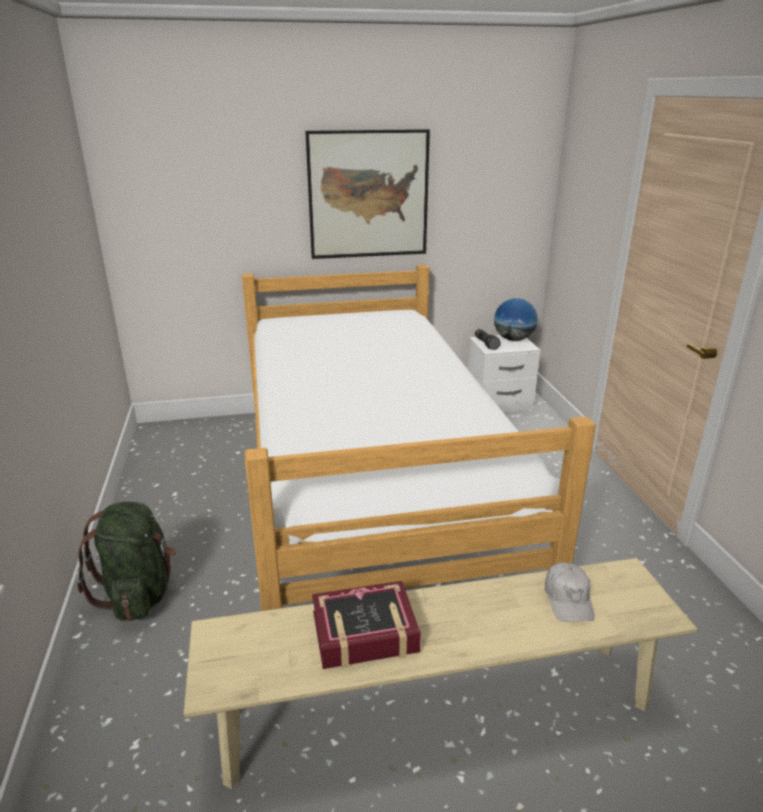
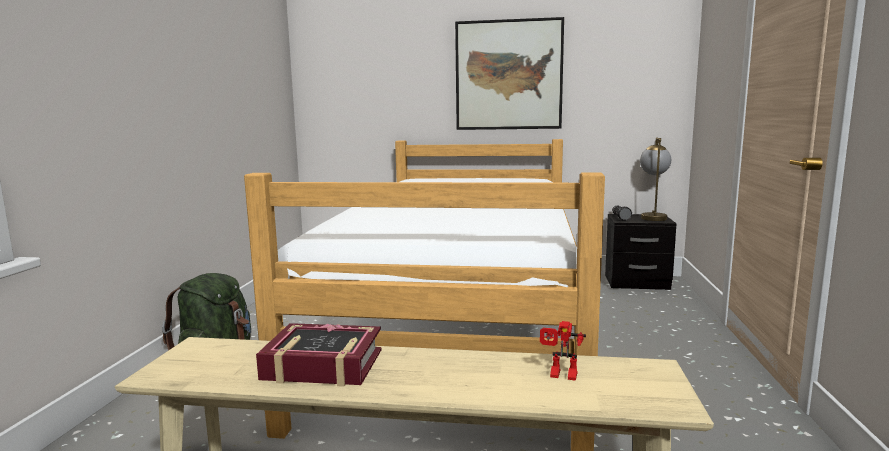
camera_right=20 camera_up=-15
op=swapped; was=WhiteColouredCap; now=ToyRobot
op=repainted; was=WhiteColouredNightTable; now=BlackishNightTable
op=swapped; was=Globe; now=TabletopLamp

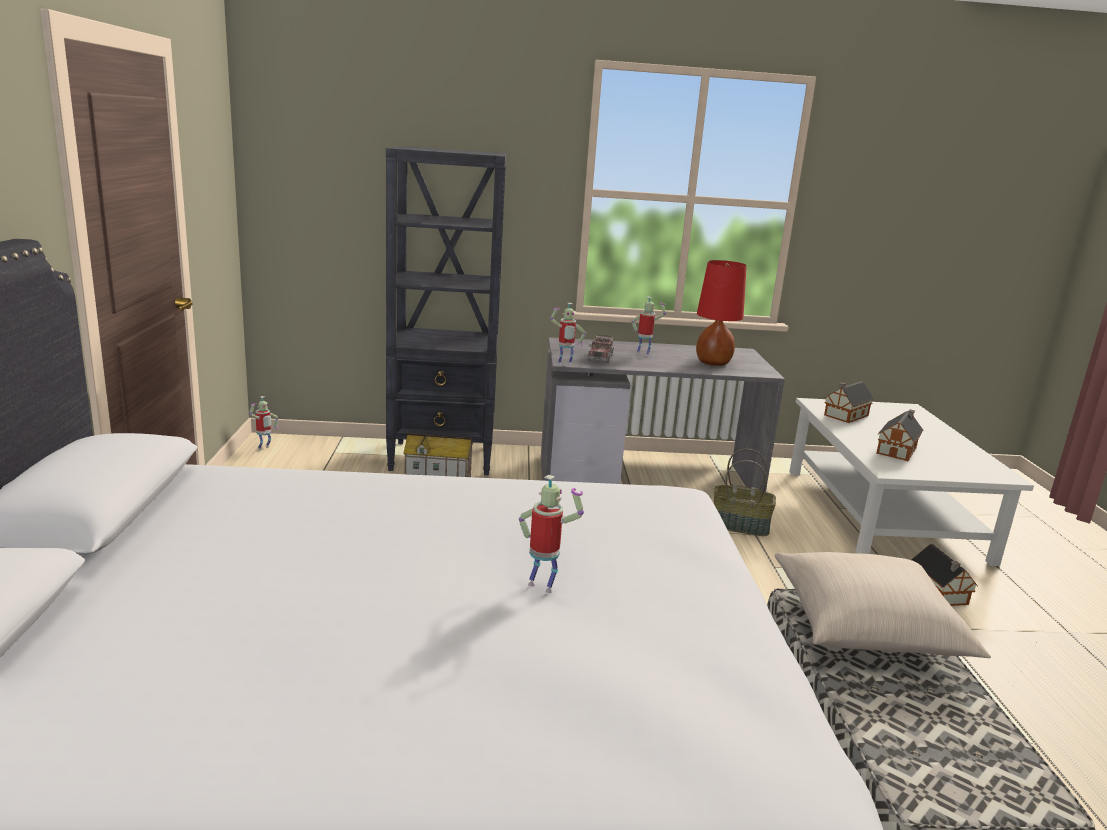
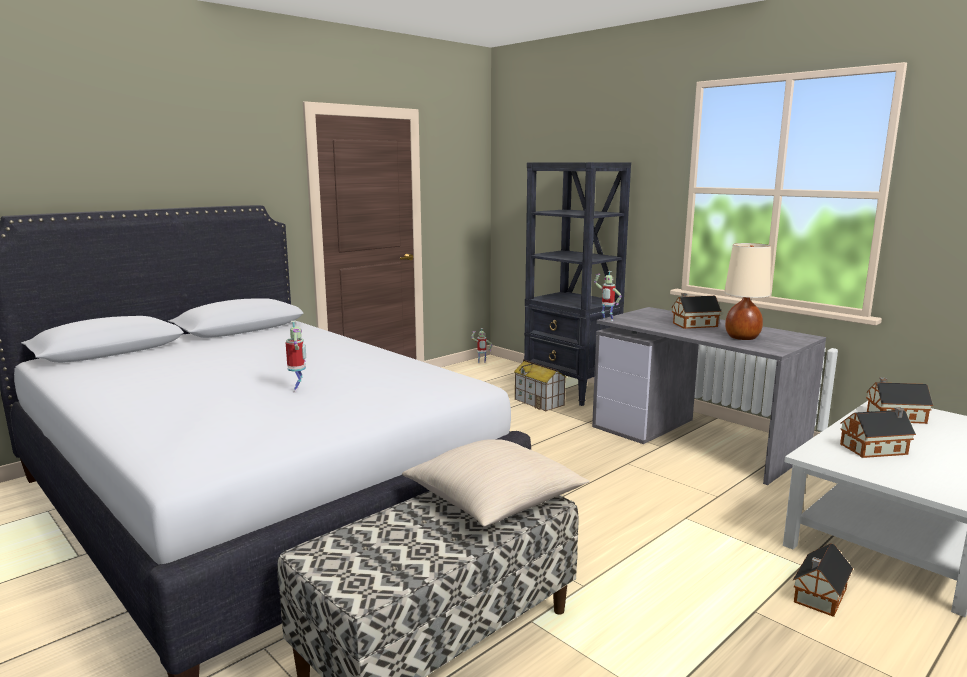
camera_right=50 camera_up=-5
op=swapped; was=ToyRobot (no. 4 from left); now=ToyHouse (no. 2 from left)
op=repainted; was=RedTabletopLamp; now=SandColouredTabletopLamp
op=gone; was=ToyTruck
op=gone; was=StorageBasket

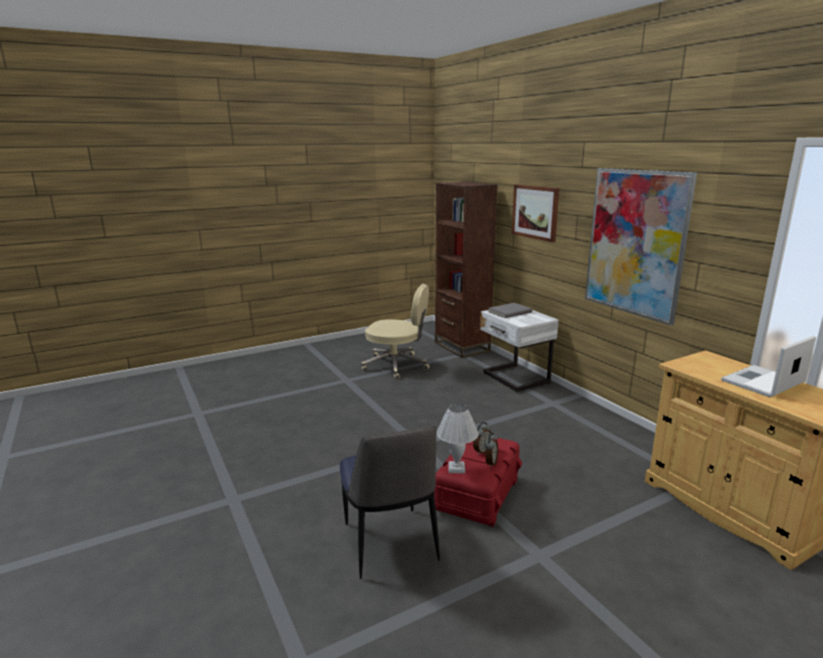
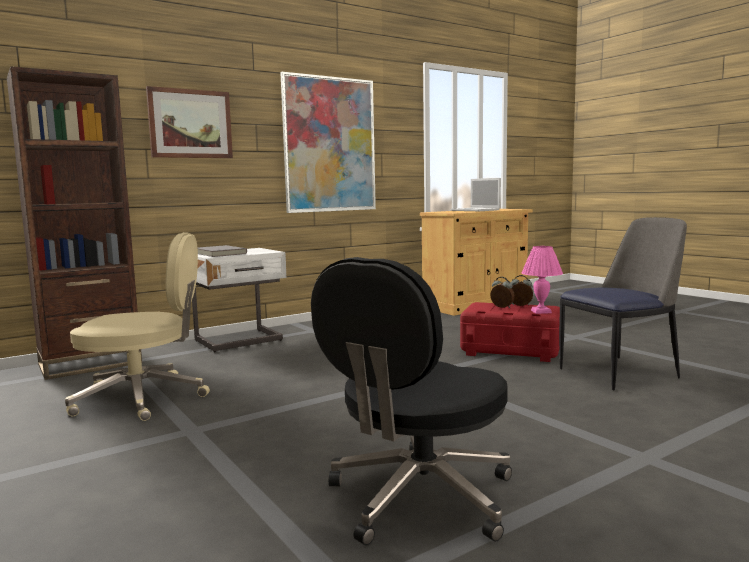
camera_right=-95 camera_up=-10
op=rotated; was=SandColouredComputerChair; clockwise=75
op=new; now=BlackishComputerChair
op=repainted; was=WhiteColouredTabletopLamp; now=PinkishTabletopLamp

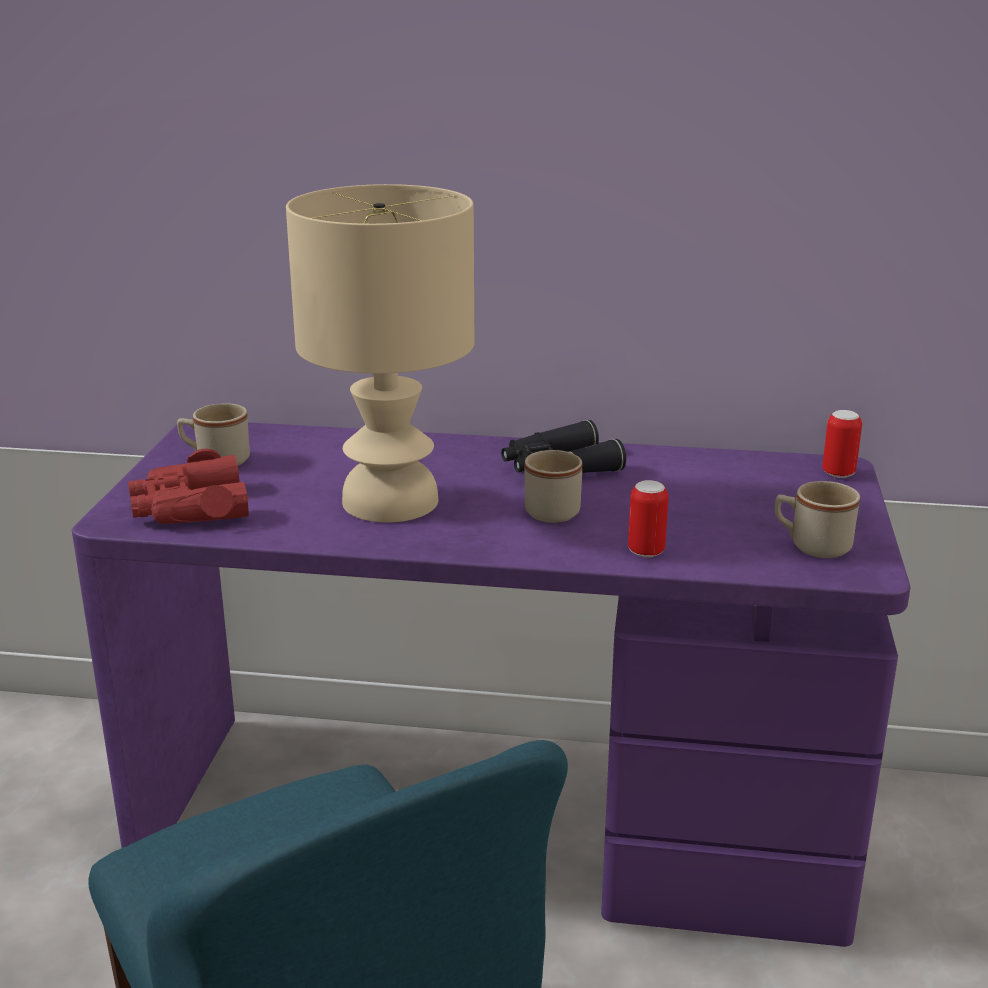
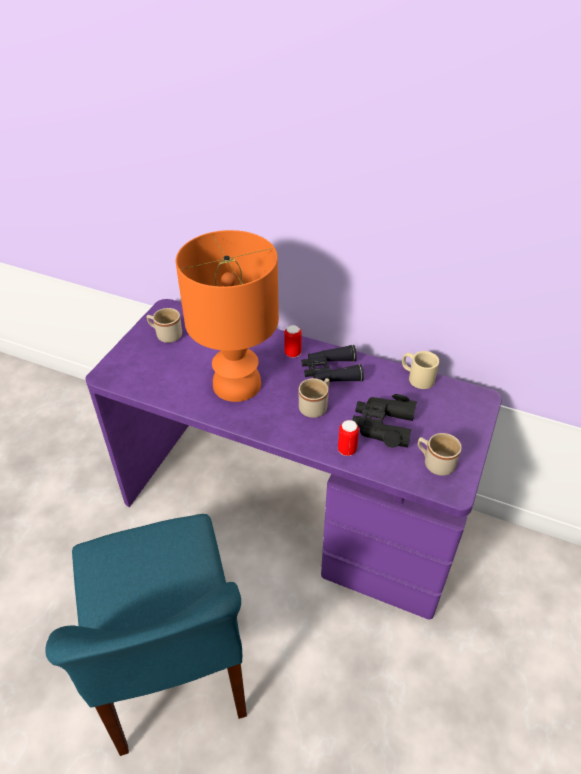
camera_right=15 camera_up=20
op=repainted; was=SandColouredTabletopLamp; now=OrangeColouredTabletopLamp
op=shifted; was=SealedCan (no. 2 from left in the first image); now=SealedCan (no. 1 from left)
op=new; now=BlackishBinoculars (no. 2 from left)
op=new; now=SandColouredCoffeeMug (no. 3 from left)
op=gone; was=RedBinoculars

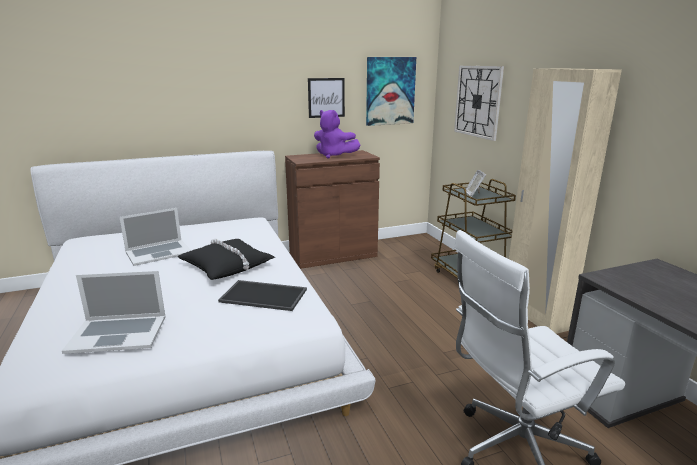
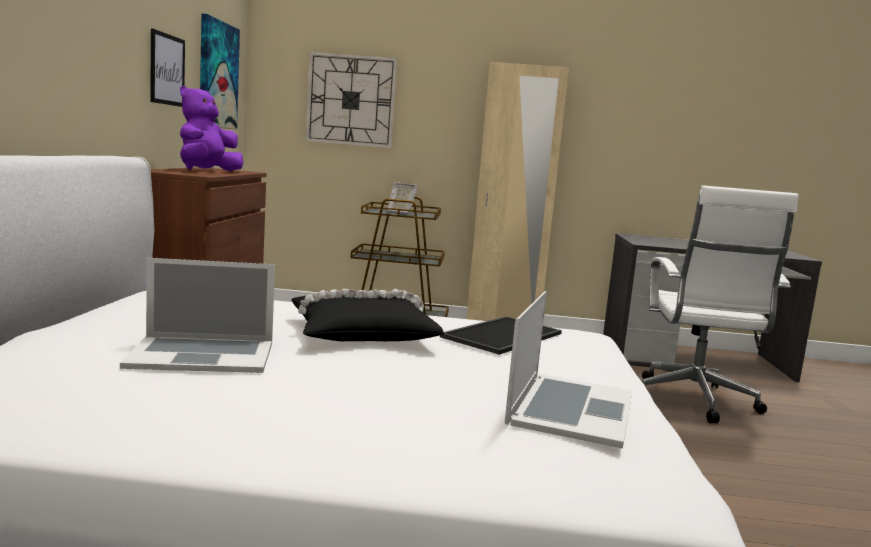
camera_right=-65 camera_up=-10
op=rotated; was=Laptop (no. 2 from left in the first image); clockwise=90
op=rotated; was=PurpleColouredCuddlyToy; clockwise=150

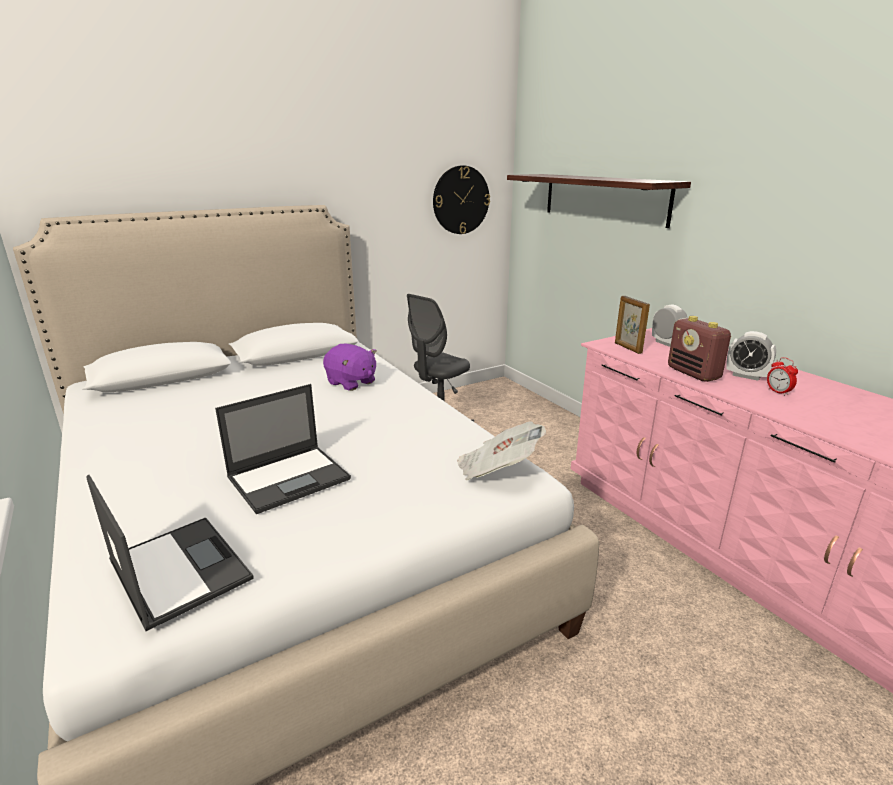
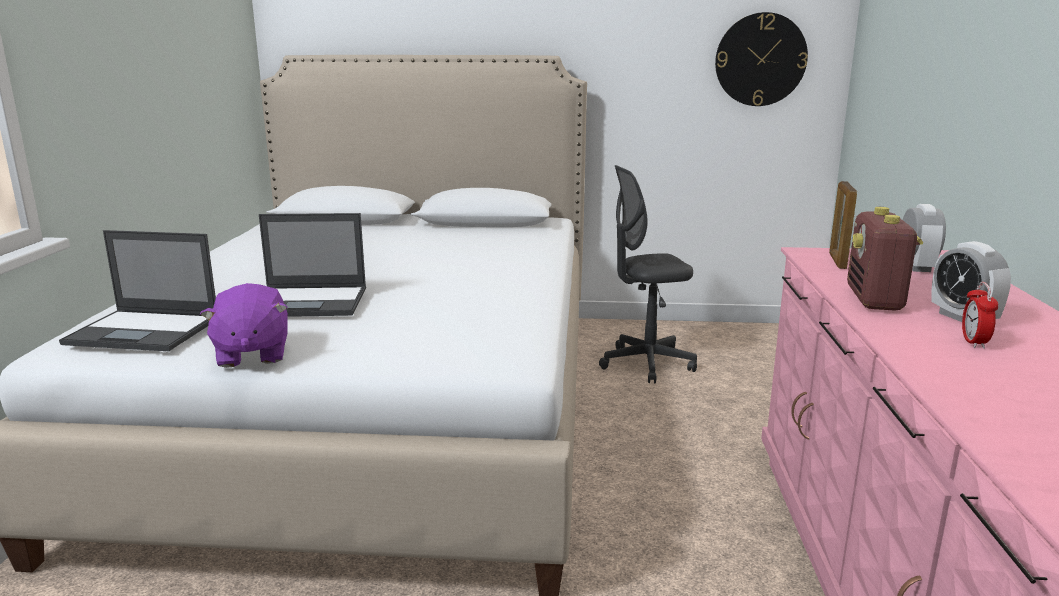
camera_right=35 camera_up=-5
op=rotated; was=Laptop (no. 1 from left); clockwise=105
op=shifted; was=PurpleColouredCuddlyToy
op=gone; was=PrintedPaper
op=gone; was=BracketShelf

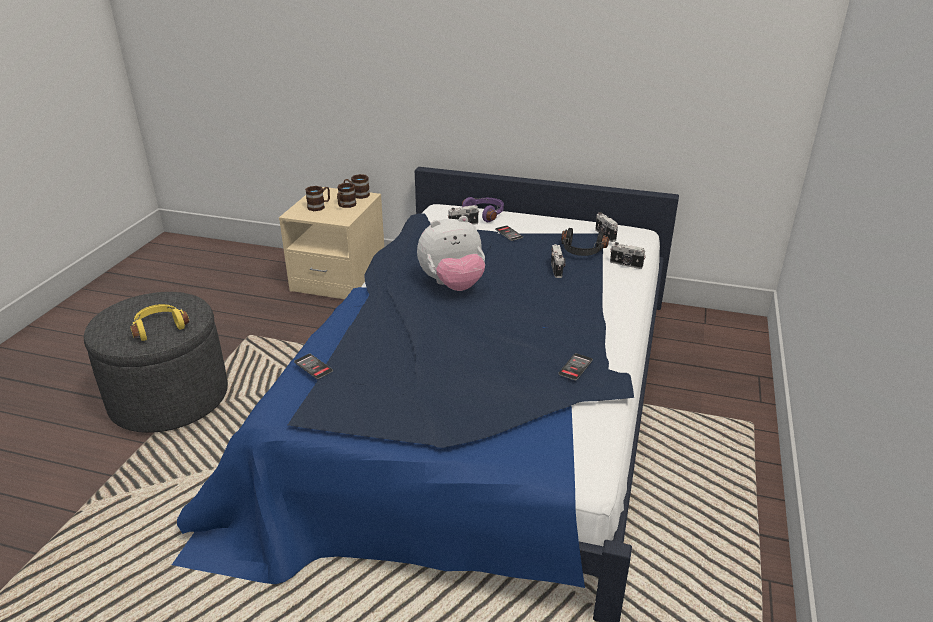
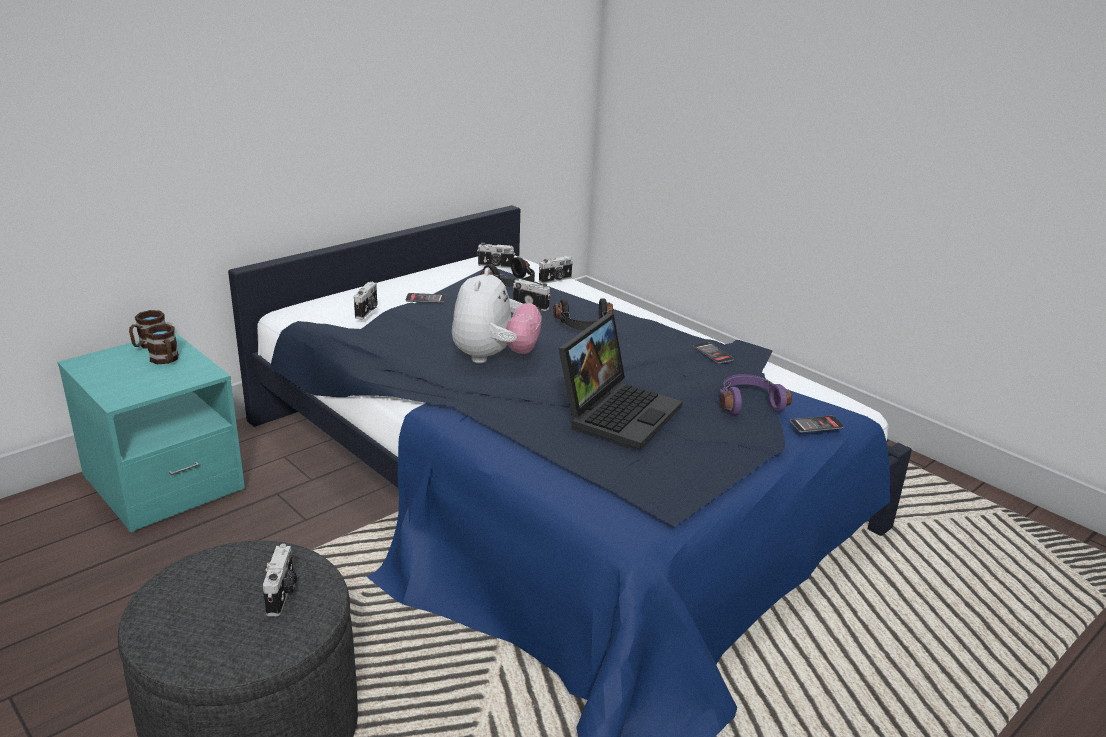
camera_right=-60 camera_up=-5
op=repainted; was=SandColouredNightTable; now=TurquoiseNightTable
op=swapped; was=YellowPairOfHeadphones; now=PhotoCamera (no. 1 from left)
op=new; now=BlackishPairOfHeadphones (no. 2 from left)
op=new; now=Laptop
op=shifted; was=PurpleColouredPairOfHeadphones
op=shifted; was=Telephone (no. 1 from left in the first image); now=Telephone (no. 3 from left)
op=gone; was=BrownCoffeeMug (no. 1 from left)

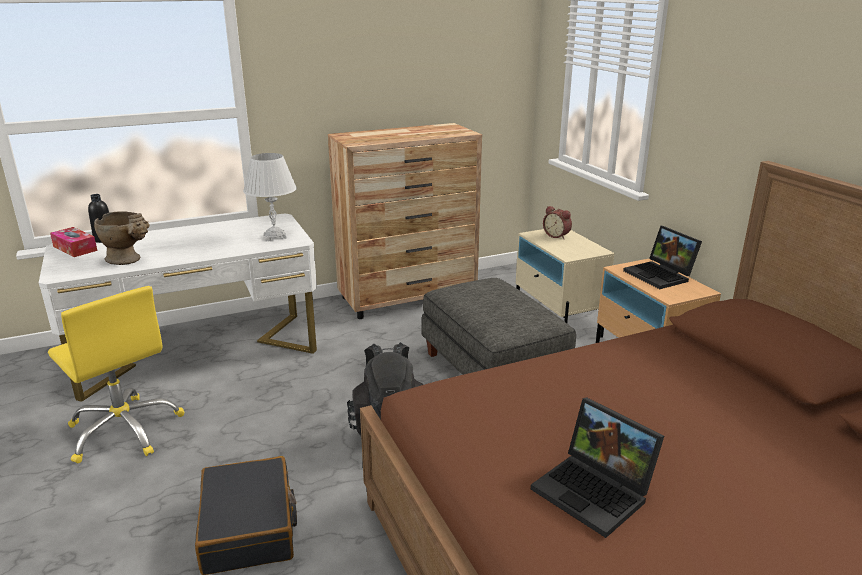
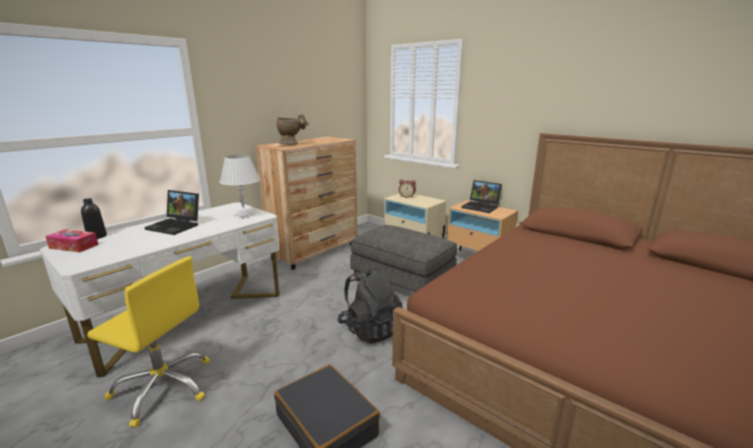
camera_right=-25 camera_up=-5
op=shifted; was=Laptop (no. 1 from left)
op=shifted; was=SandColouredDecorativeVase

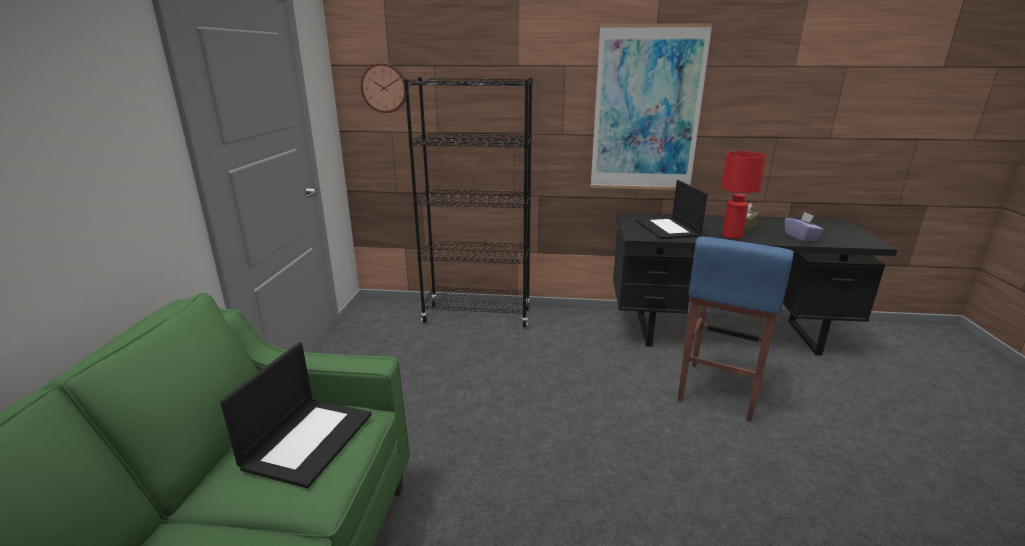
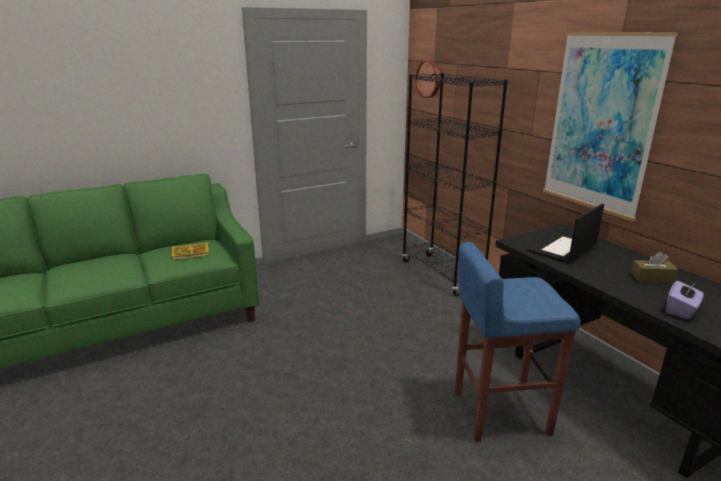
camera_right=55 camera_up=0
op=swapped; was=Laptop (no. 1 from left); now=Book
op=gone; was=RedTabletopLamp

